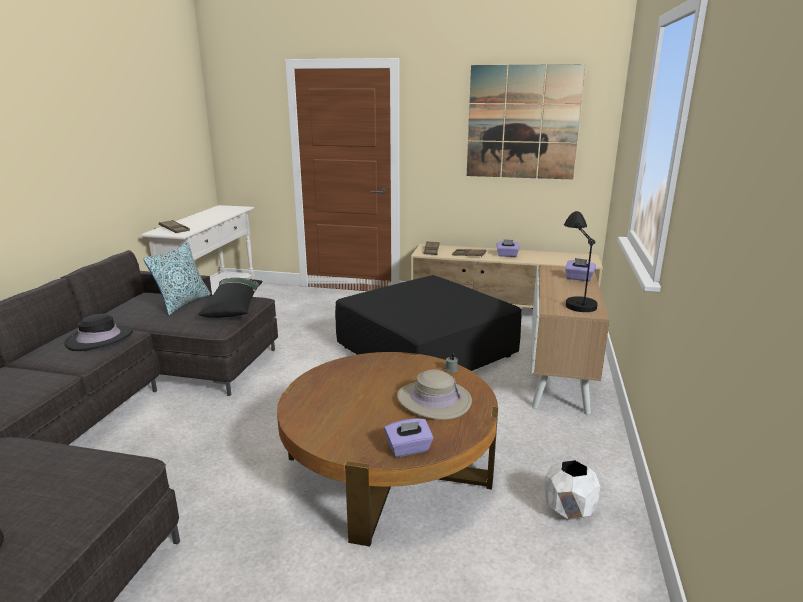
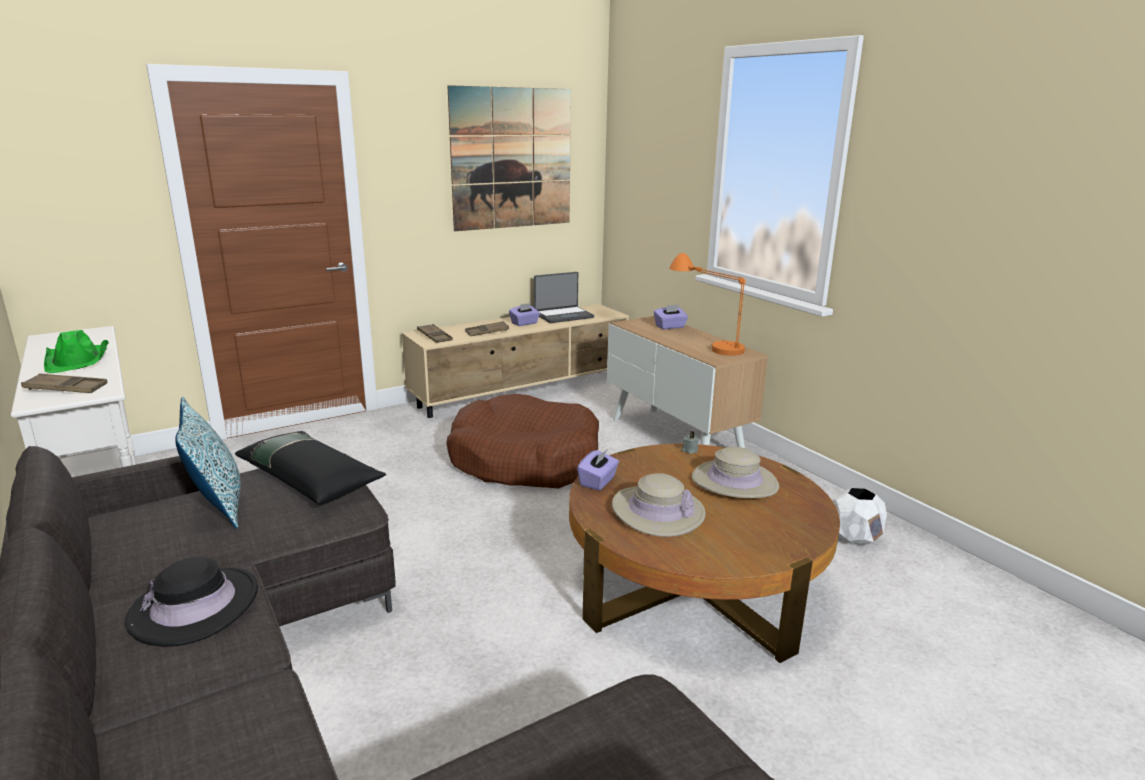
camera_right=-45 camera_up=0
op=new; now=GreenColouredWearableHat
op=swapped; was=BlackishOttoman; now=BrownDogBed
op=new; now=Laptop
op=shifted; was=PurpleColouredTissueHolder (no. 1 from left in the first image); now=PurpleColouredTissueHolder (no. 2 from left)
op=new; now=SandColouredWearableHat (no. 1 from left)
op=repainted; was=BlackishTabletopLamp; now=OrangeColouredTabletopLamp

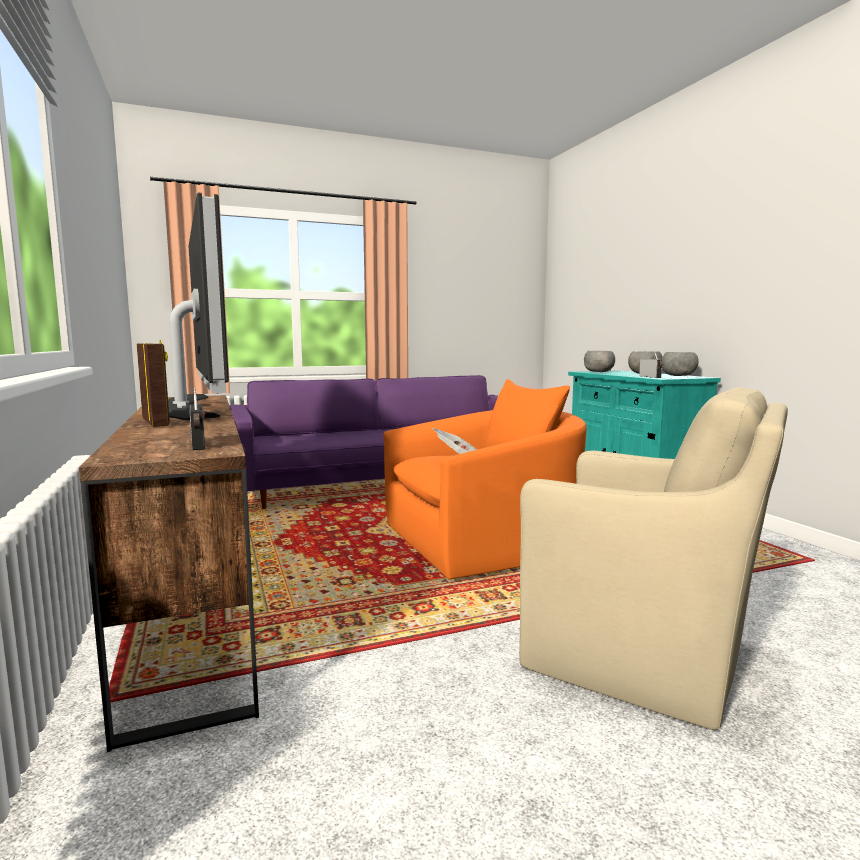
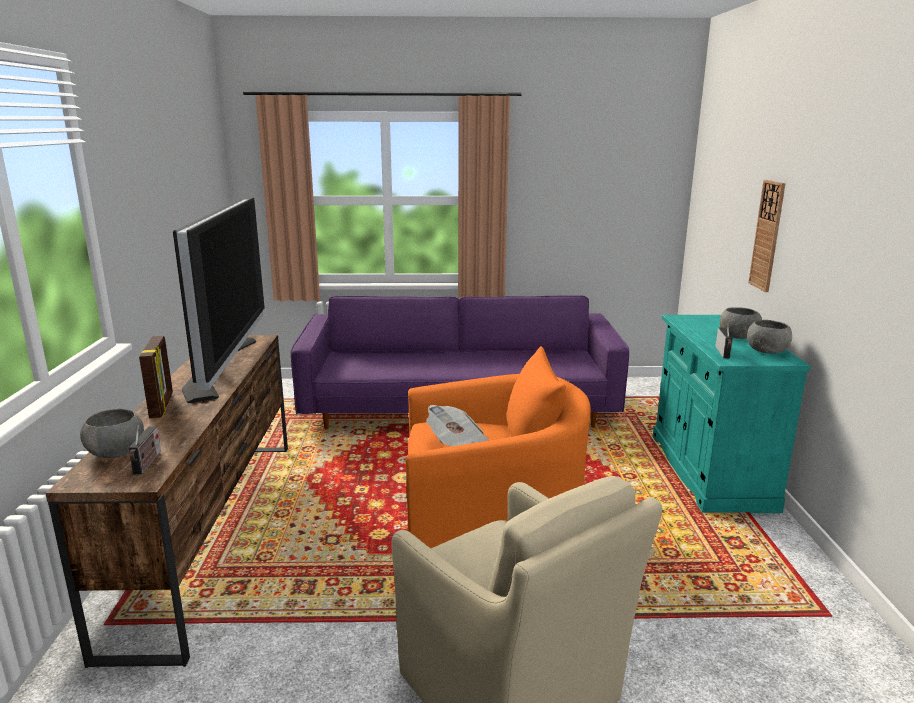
camera_right=20 camera_up=10
op=shifted; was=GreyDeepDish (no. 1 from left)
op=new; now=WallClock

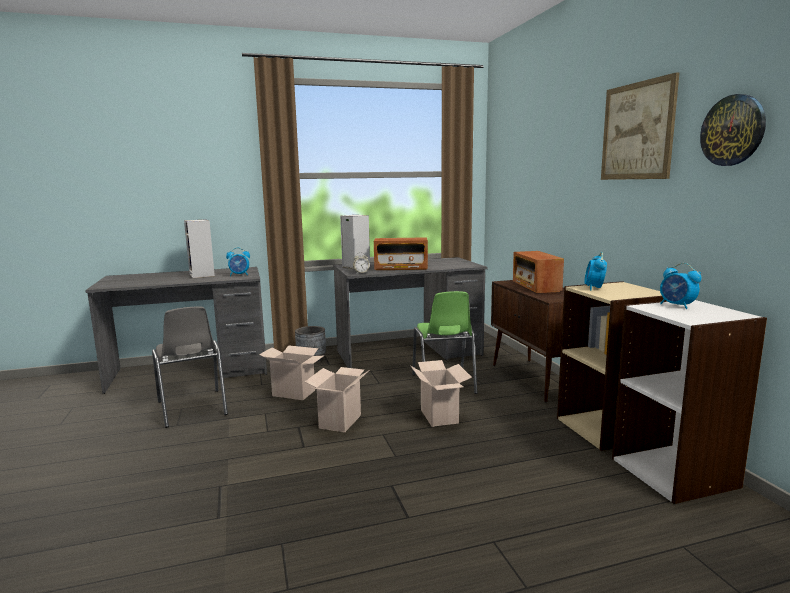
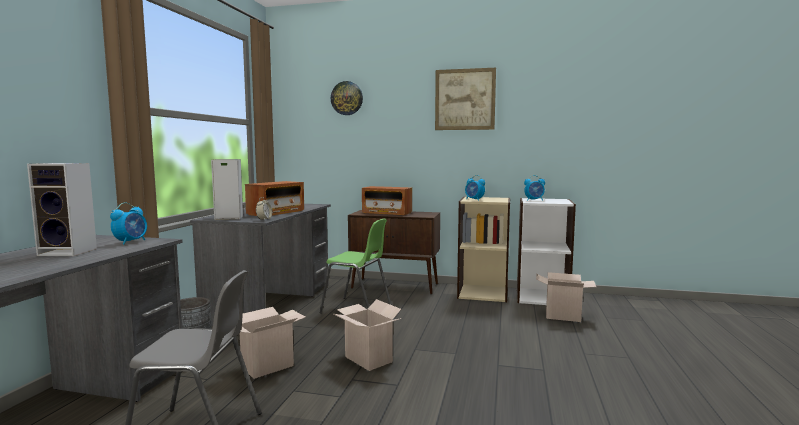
camera_right=-60 camera_up=-5
op=shifted; was=WallClock
op=shifted; was=Carton (no. 3 from left)

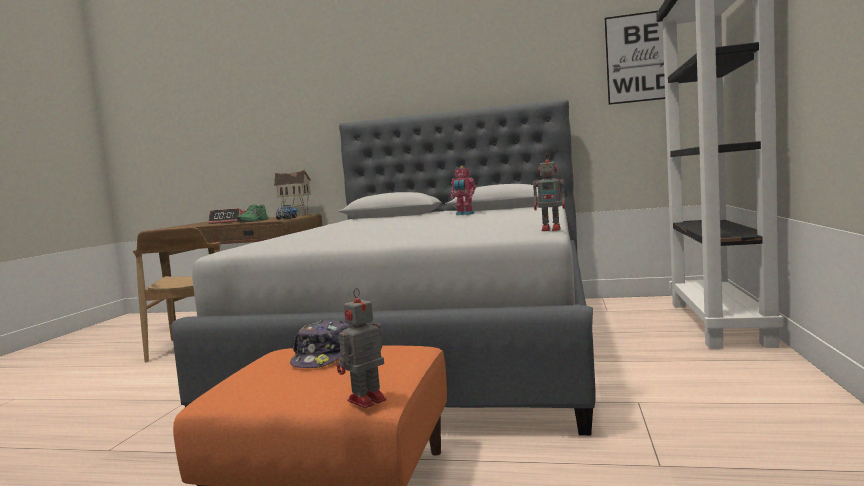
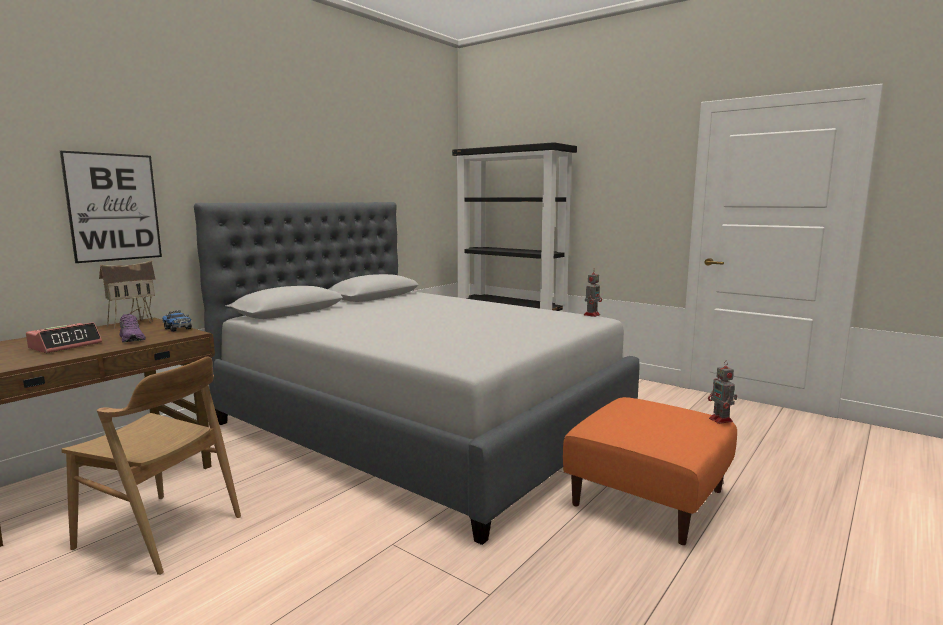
camera_right=-65 camera_up=5
op=shifted; was=WallArt
op=repainted; was=GreenColouredItemOfFootwear; now=PurpleColouredItemOfFootwear
op=gone; was=Cap
op=gone; was=ToyRobot (no. 2 from left)

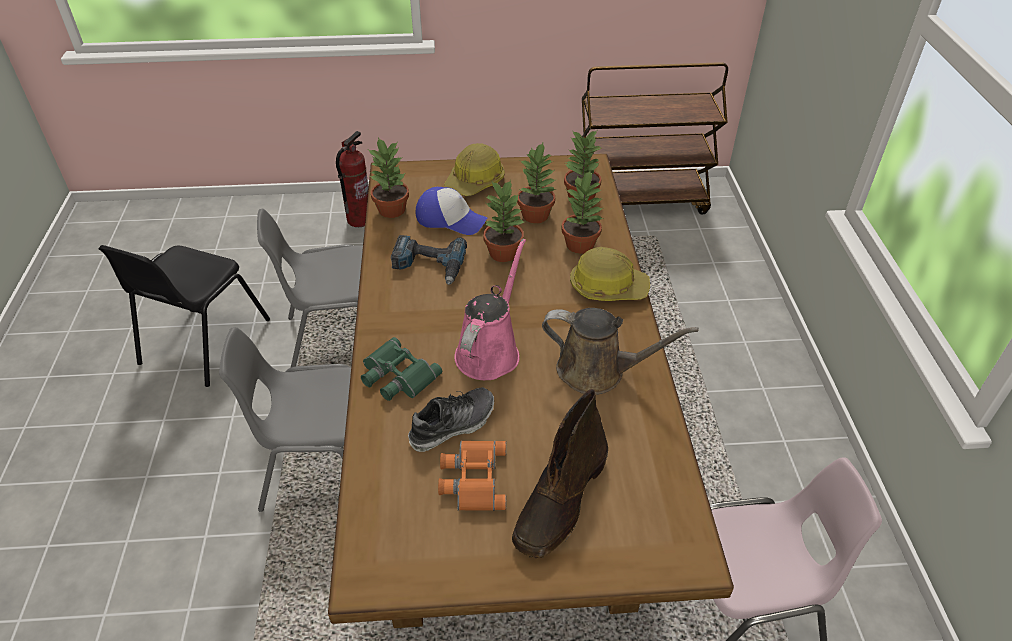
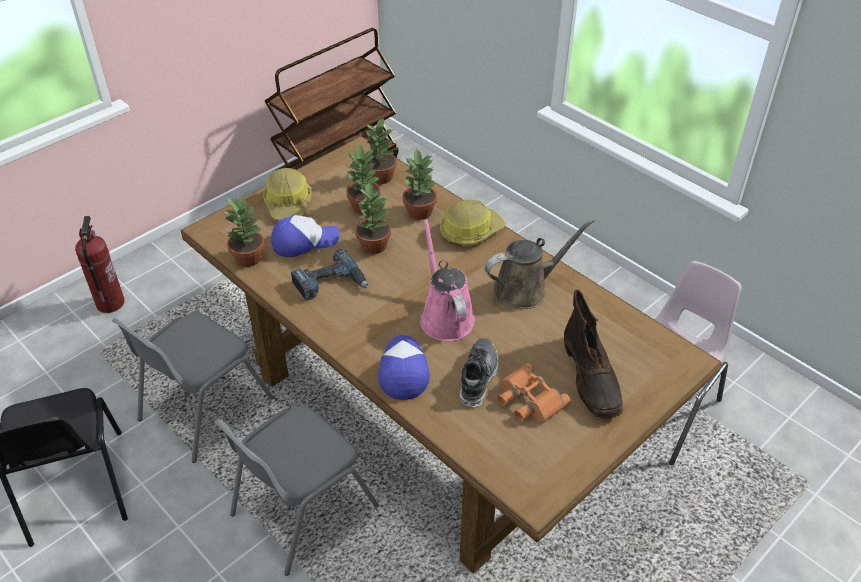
camera_right=-40 camera_up=0
op=swapped; was=GreenColouredBinoculars; now=Cap (no. 2 from left)

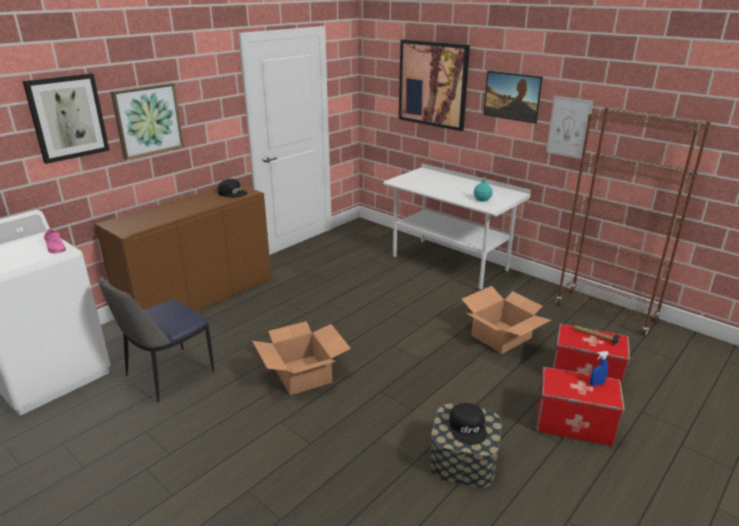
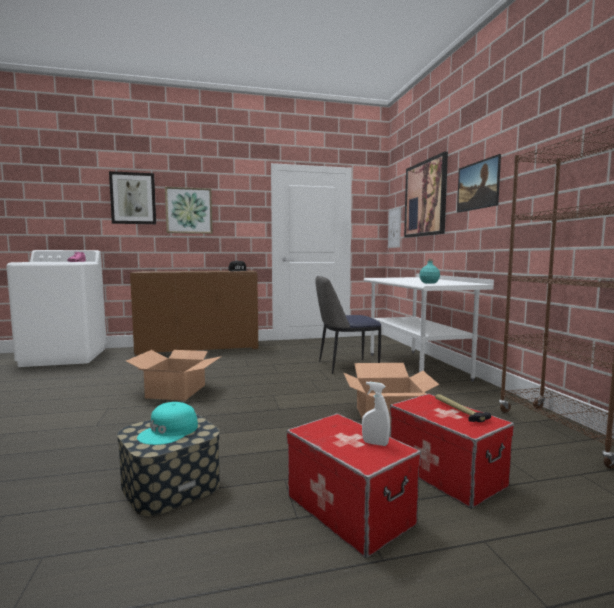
camera_right=35 camera_up=-20
op=repainted; was=BlackishCap (no. 2 from left); now=TurquoiseCap
op=shifted; was=UprightChair
op=repainted; was=BlueHandSprayer; now=WhiteColouredHandSprayer
op=shifted; was=WallArt (no. 5 from left in the first image); now=WallArt (no. 3 from left)

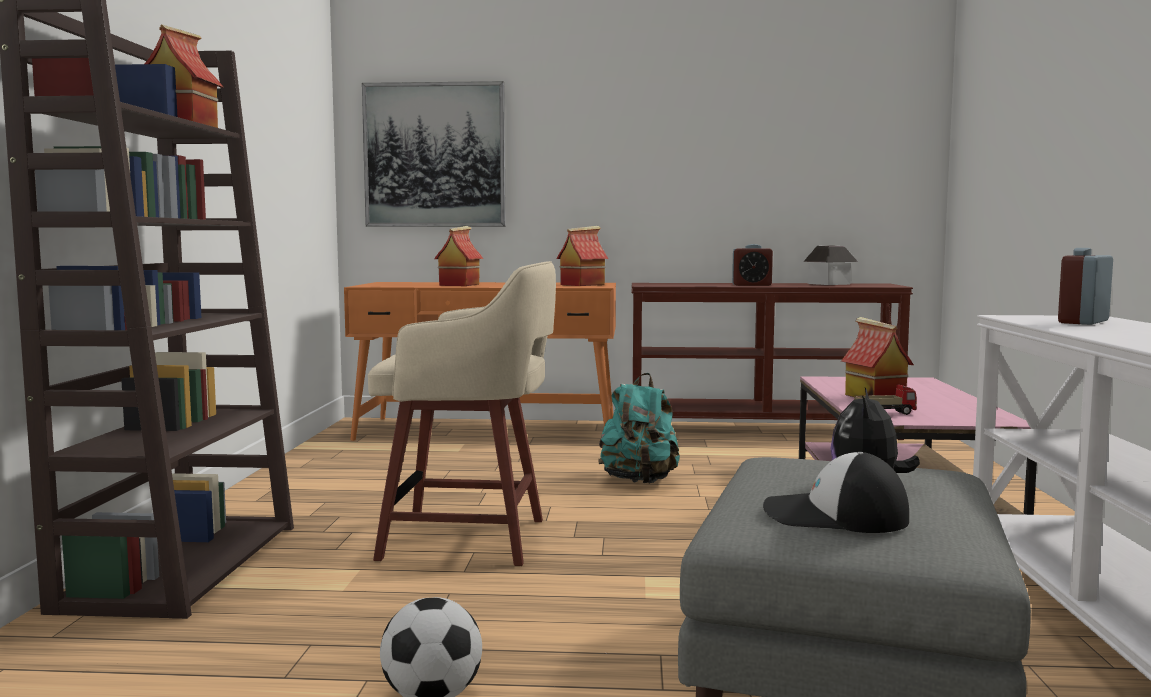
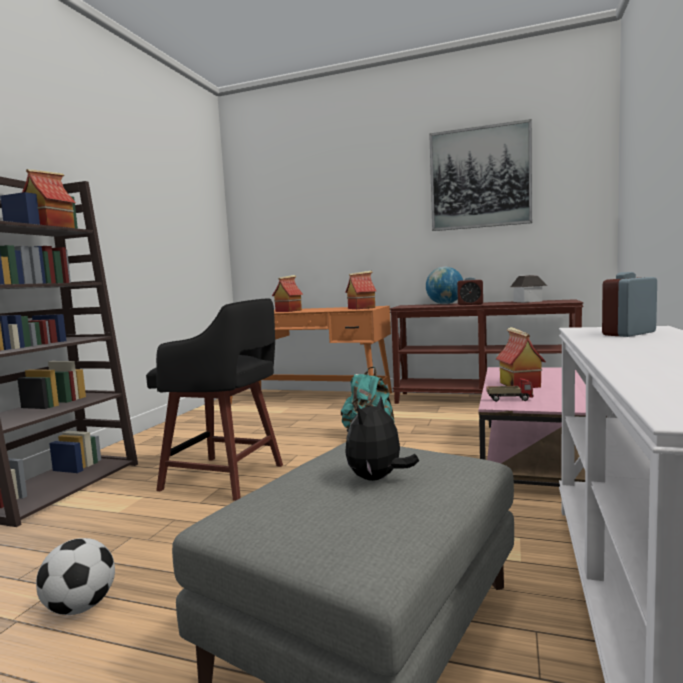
camera_right=15 camera_up=0
op=repainted; was=SandColouredStool; now=BlackishStool
op=new; now=Globe
op=shifted; was=WallArt
op=gone; was=Cap

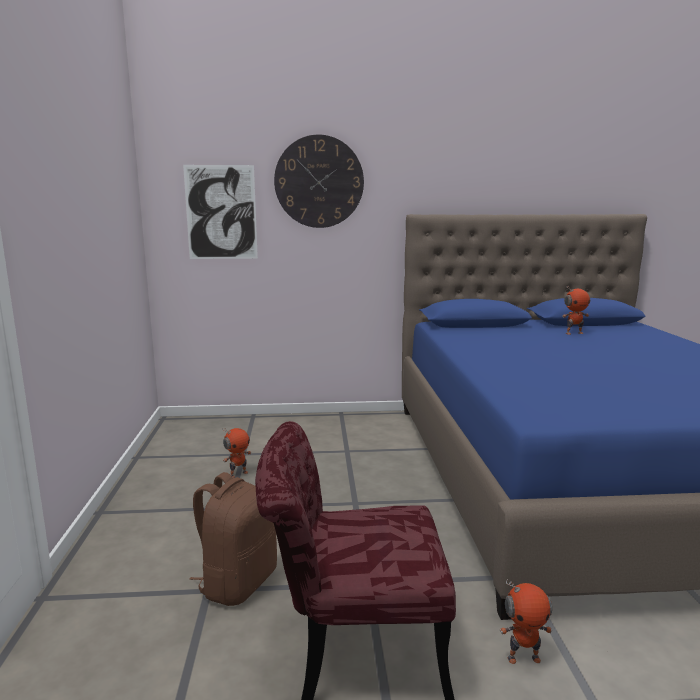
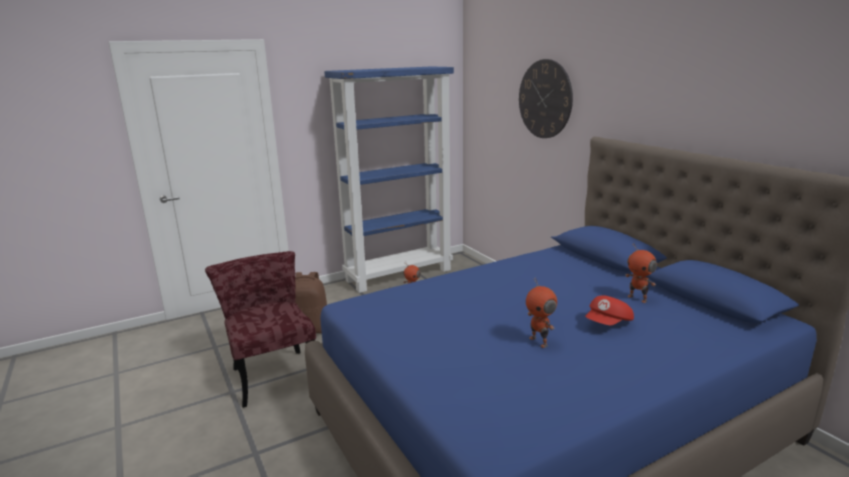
camera_right=65 camera_up=5
op=new; now=BlueBookcase
op=shifted; was=ToyRobot (no. 2 from left)
op=new; now=RedCap
op=gone; was=WallArt

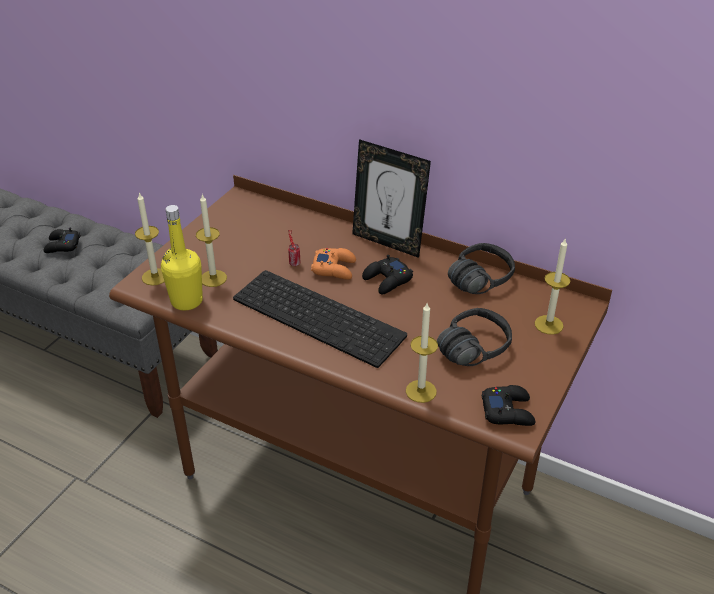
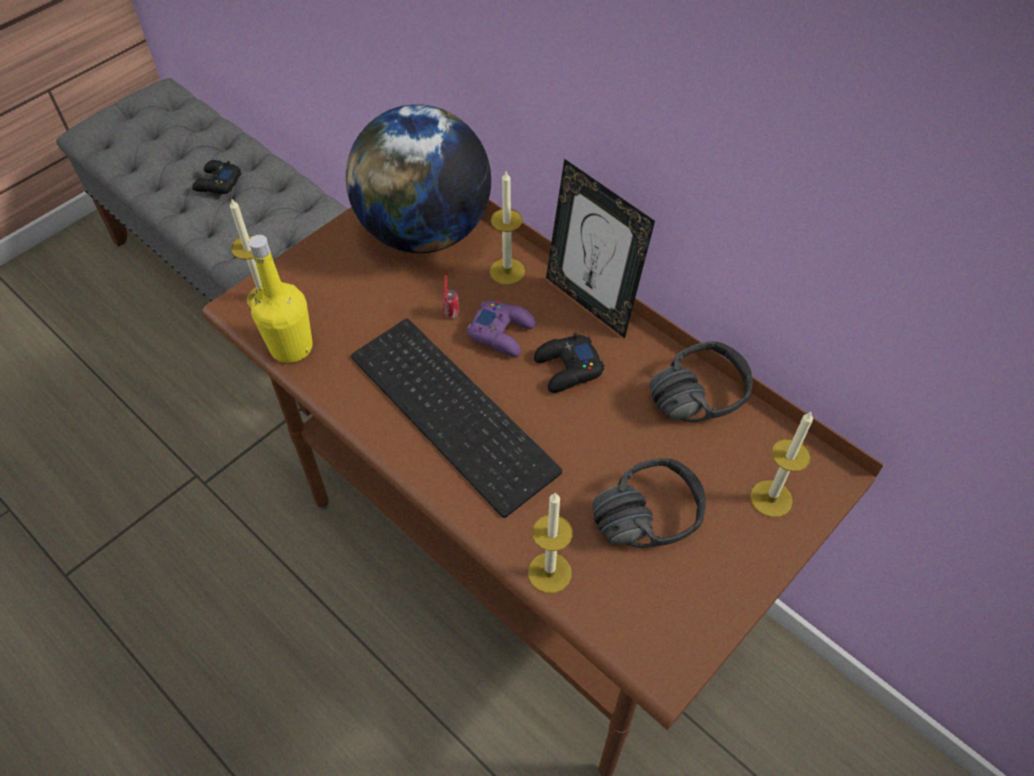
camera_right=15 camera_up=15
op=new; now=Globe
op=repainted; was=OrangeColouredGamepad; now=PurpleColouredGamepad
op=shifted; was=WaxCandle (no. 2 from left)
op=gone; was=BlackishGamepad (no. 3 from left)

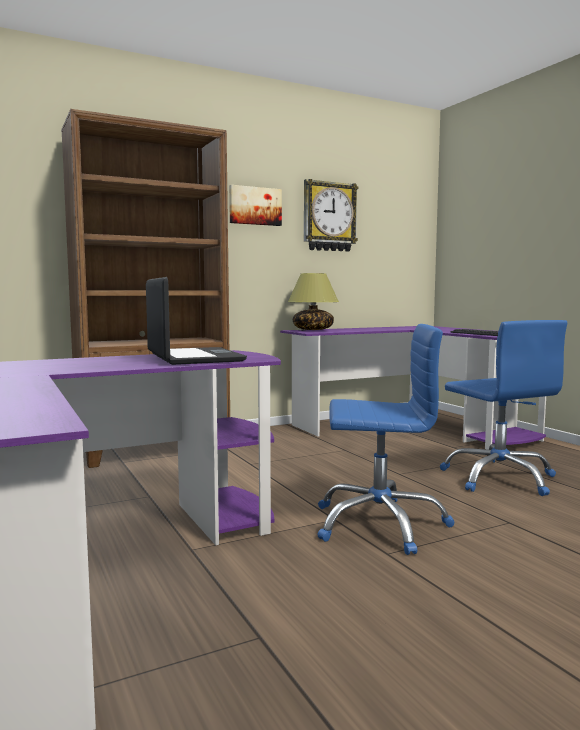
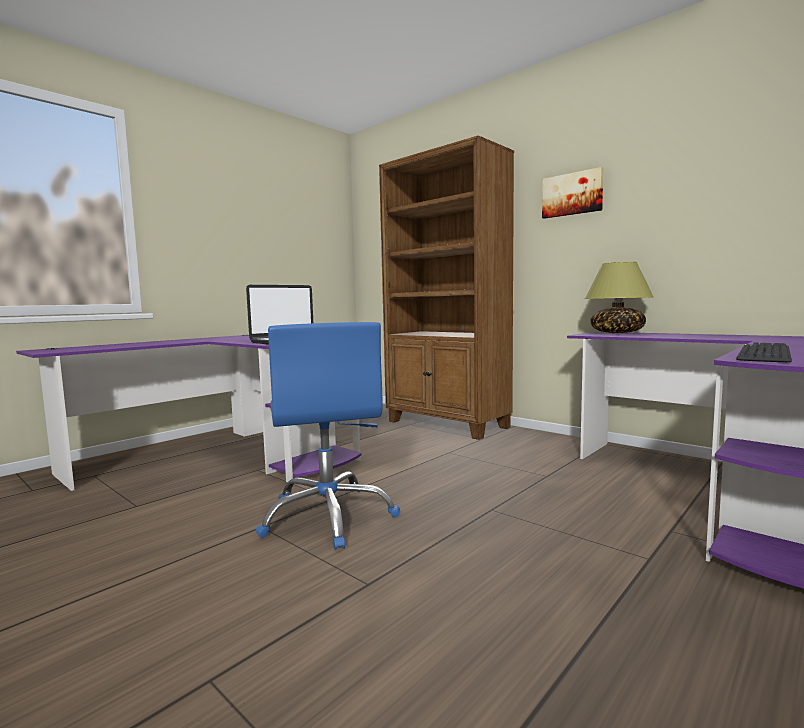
camera_right=70 camera_up=0
op=gone; was=WallClock
op=gone; was=BlueComputerChair (no. 2 from left)

